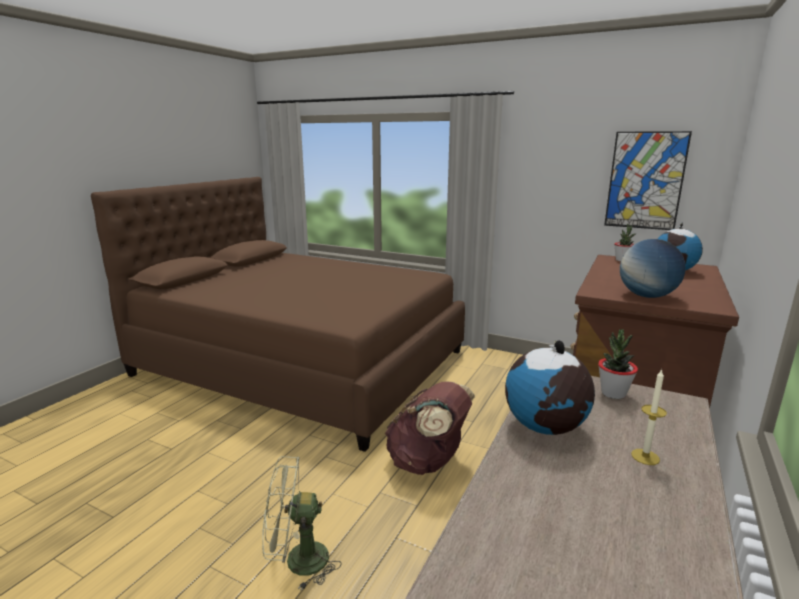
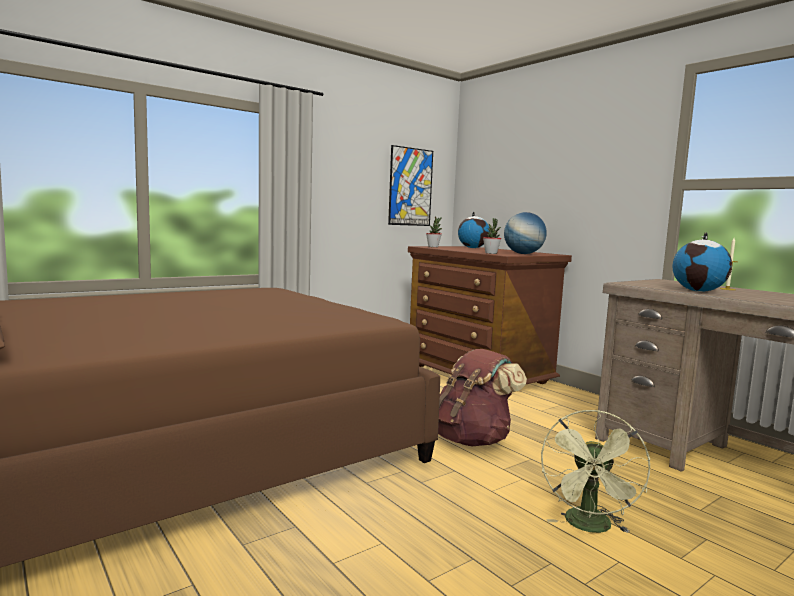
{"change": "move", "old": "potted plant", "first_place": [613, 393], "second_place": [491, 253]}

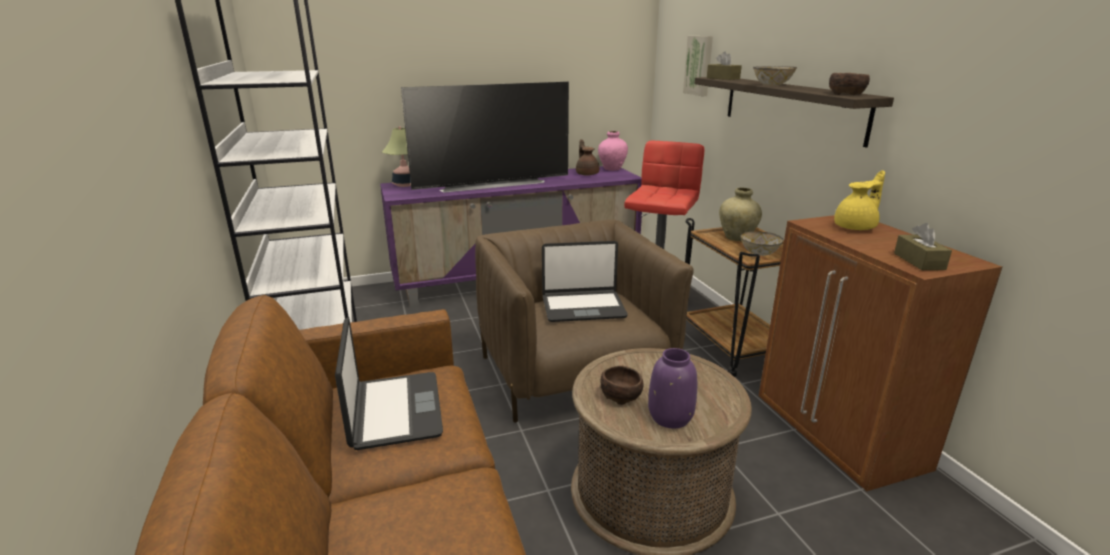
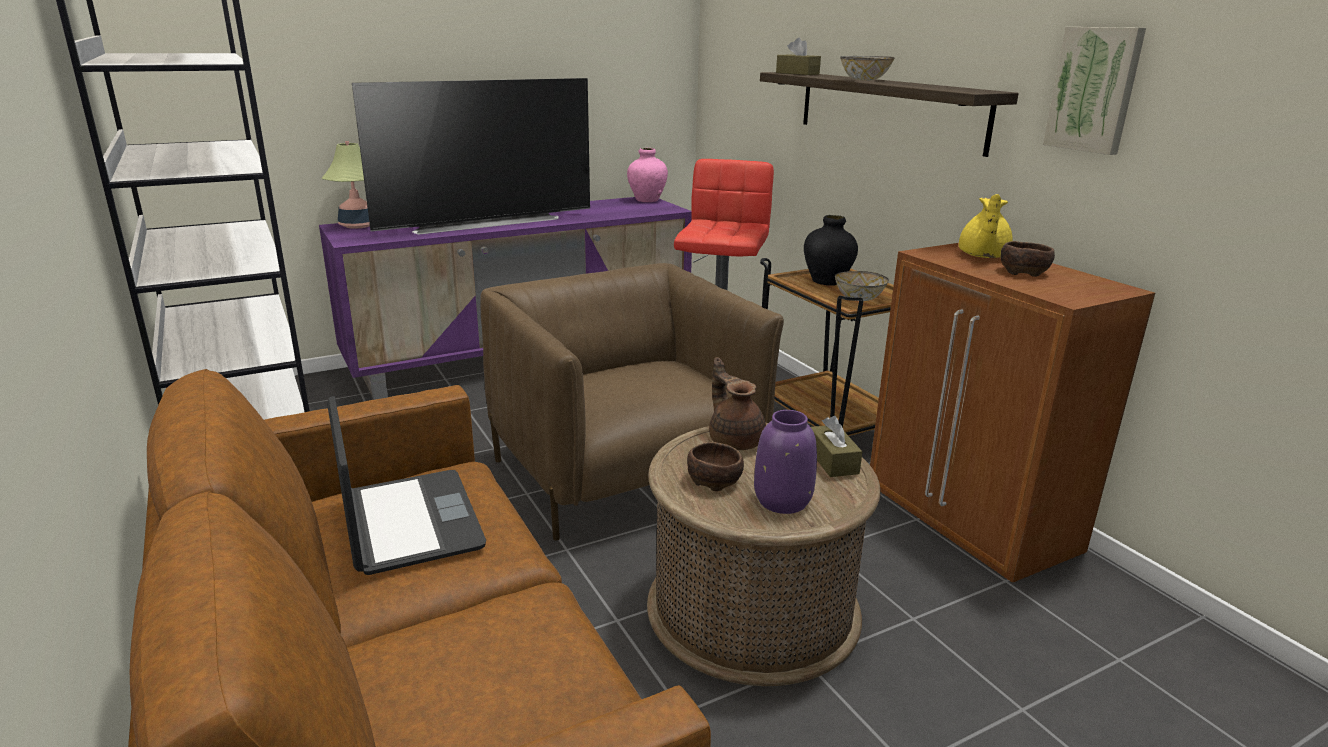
{"change": "move", "old": "picture", "first_place": [699, 65], "second_place": [1094, 89]}
{"change": "move", "old": "bowl (brown)", "first_place": [846, 94], "second_place": [1023, 271]}
{"change": "move", "old": "teapot (brown)", "first_place": [587, 174], "second_place": [735, 440]}
{"change": "rotate", "old": "teapot (yellow)", "first_place": [856, 227], "second_place": [982, 256], "degrees": 150}
{"change": "recolor", "old": "vase (beige)", "new": "vase (black)", "first_place": [737, 238], "second_place": [827, 282]}
{"change": "move", "old": "tissue box (brown)", "first_place": [919, 261], "second_place": [832, 461]}
{"change": "delete", "old": "laptop", "first_place": [583, 307]}

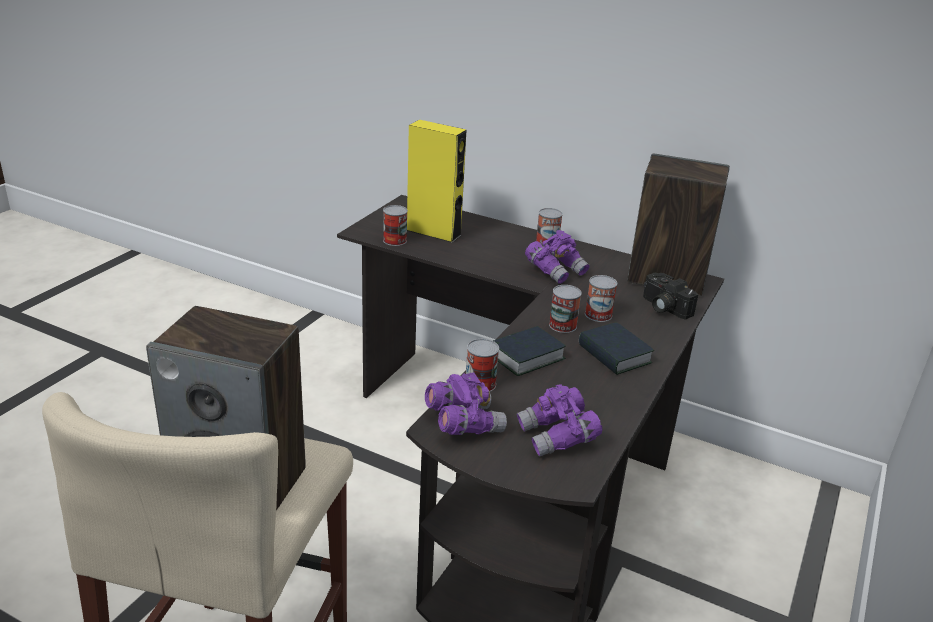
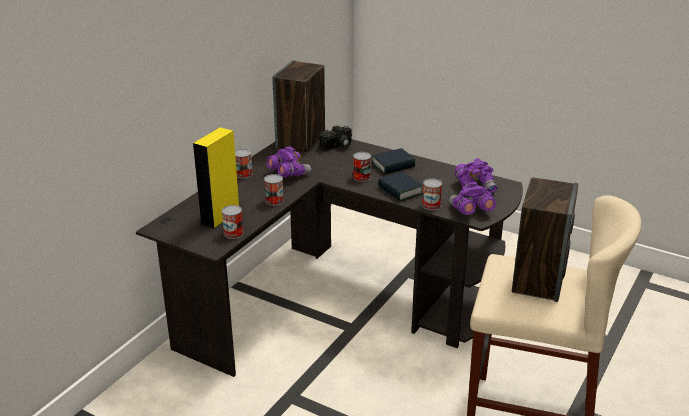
{"change": "move", "old": "can", "first_place": [598, 315], "second_place": [274, 201]}

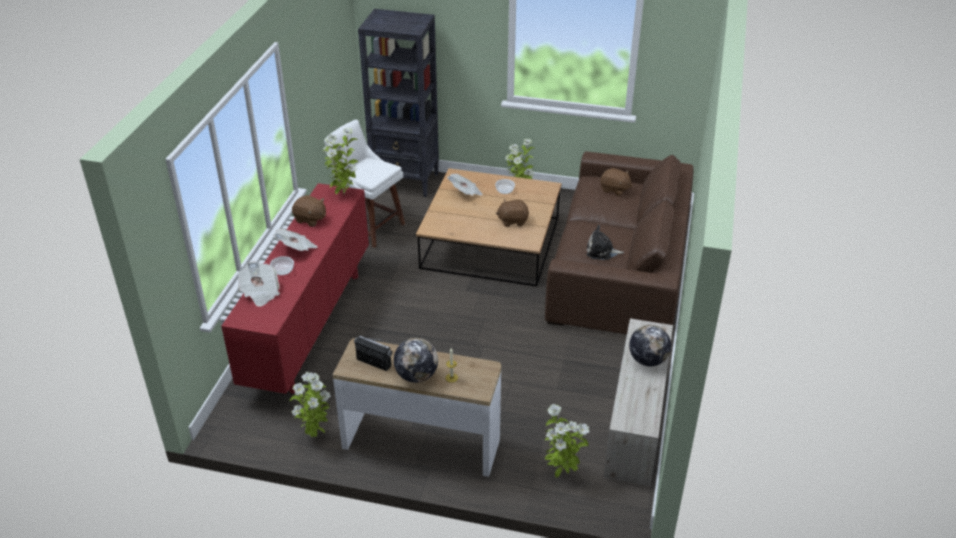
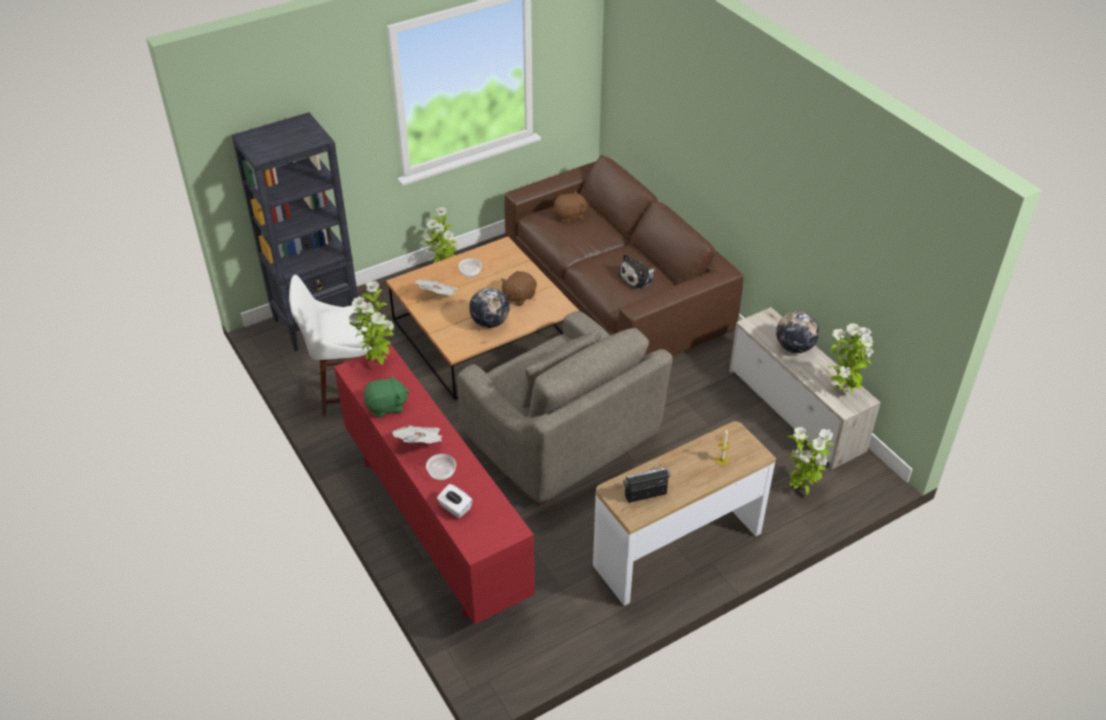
{"change": "recolor", "old": "plush toy (brown)", "new": "plush toy (green)", "first_place": [310, 219], "second_place": [387, 406]}
{"change": "replace", "old": "newspaper", "new": "tissue box (white)", "first_place": [260, 292], "second_place": [455, 508]}
{"change": "move", "old": "globe", "first_place": [416, 376], "second_place": [490, 322]}
{"change": "move", "old": "potted plant", "first_place": [315, 434], "second_place": [842, 392]}
{"change": "insert", "new": "armchair (grey)", "second_place": [562, 438]}

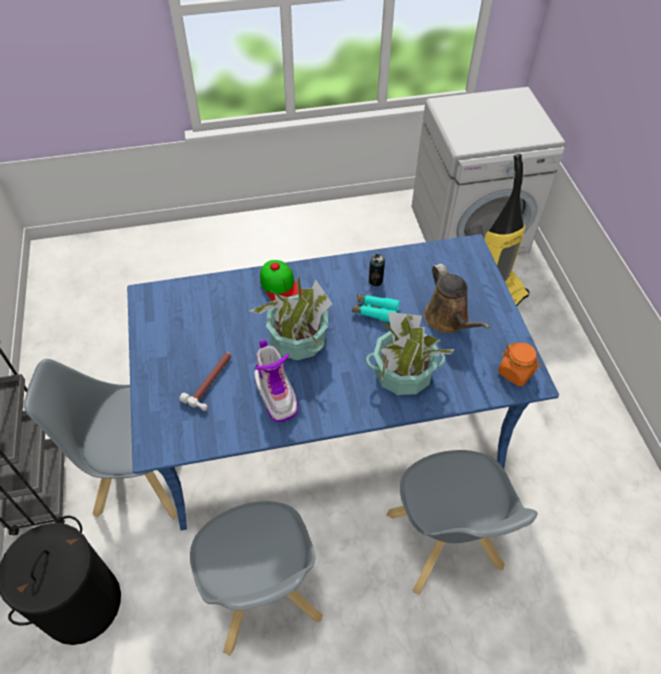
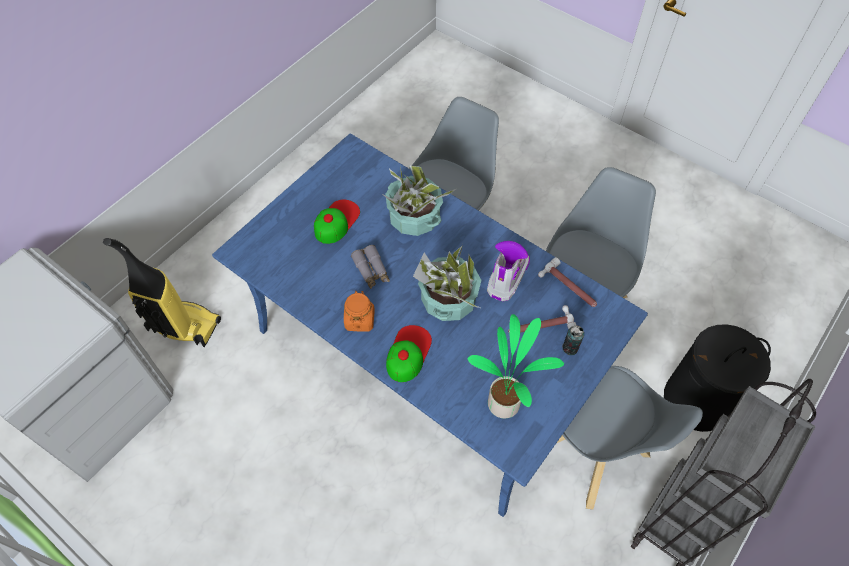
{"change": "move", "old": "can", "first_place": [375, 281], "second_place": [570, 348]}
{"change": "replace", "old": "watering can (brown)", "new": "cap", "first_place": [448, 319], "second_place": [336, 221]}
{"change": "recolor", "old": "binoculars (turquoise)", "new": "binoculars (grey)", "first_place": [375, 311], "second_place": [371, 270]}
{"change": "move", "old": "jar (orange)", "first_place": [516, 372], "second_place": [359, 319]}
{"change": "insert", "new": "hammer", "second_place": [569, 288]}
{"change": "insert", "new": "potted plant", "second_place": [505, 402]}

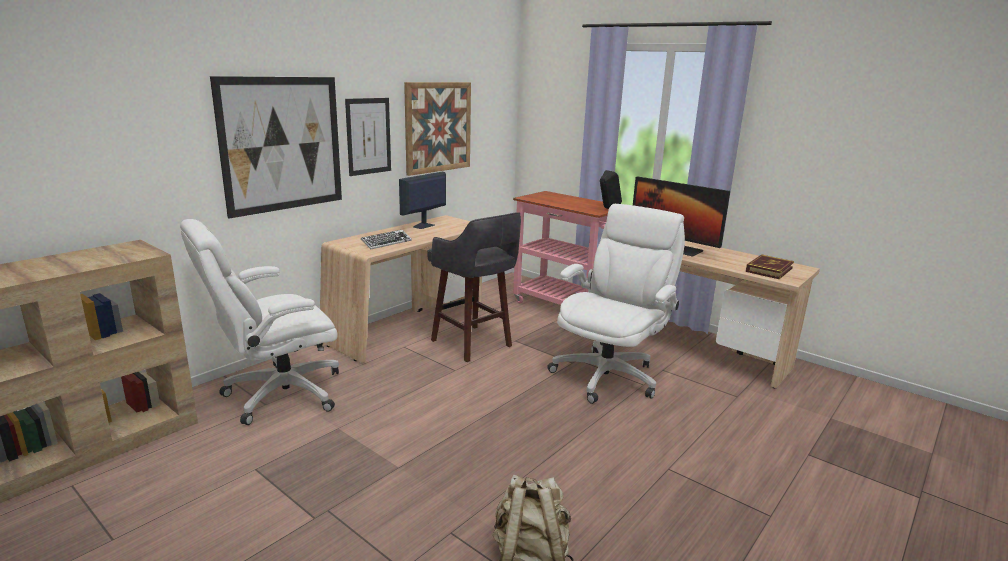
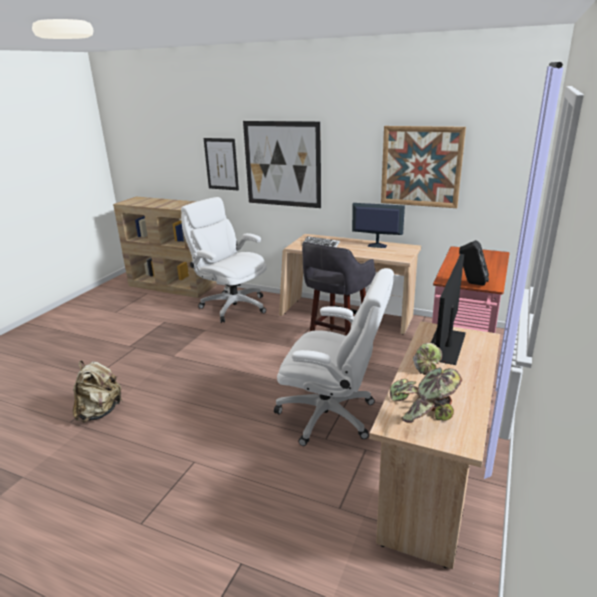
{"change": "move", "old": "picture", "first_place": [368, 136], "second_place": [221, 164]}
{"change": "replace", "old": "book", "new": "potted plant", "first_place": [769, 270], "second_place": [422, 412]}

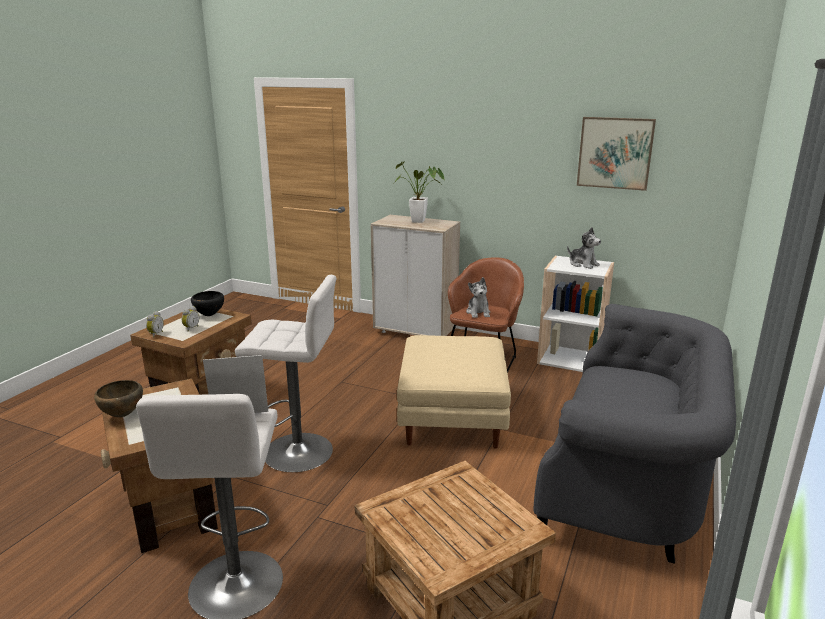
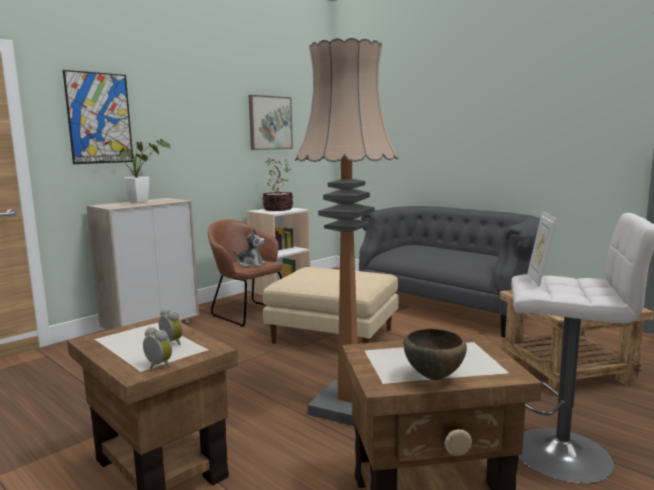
{"change": "replace", "old": "plush toy", "new": "potted plant", "first_place": [583, 264], "second_place": [277, 209]}
{"change": "replace", "old": "stool (white)", "new": "floor lamp", "first_place": [299, 452], "second_place": [348, 407]}
{"change": "delete", "old": "bowl (black)", "first_place": [209, 315]}
{"change": "insert", "new": "picture", "second_place": [99, 118]}

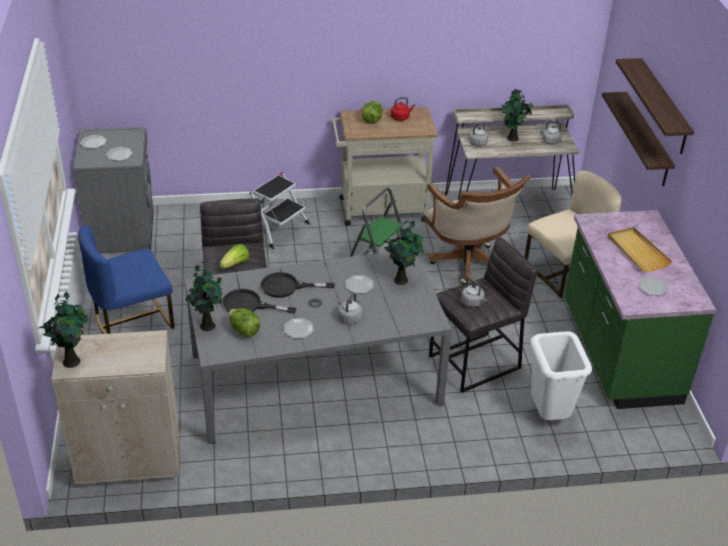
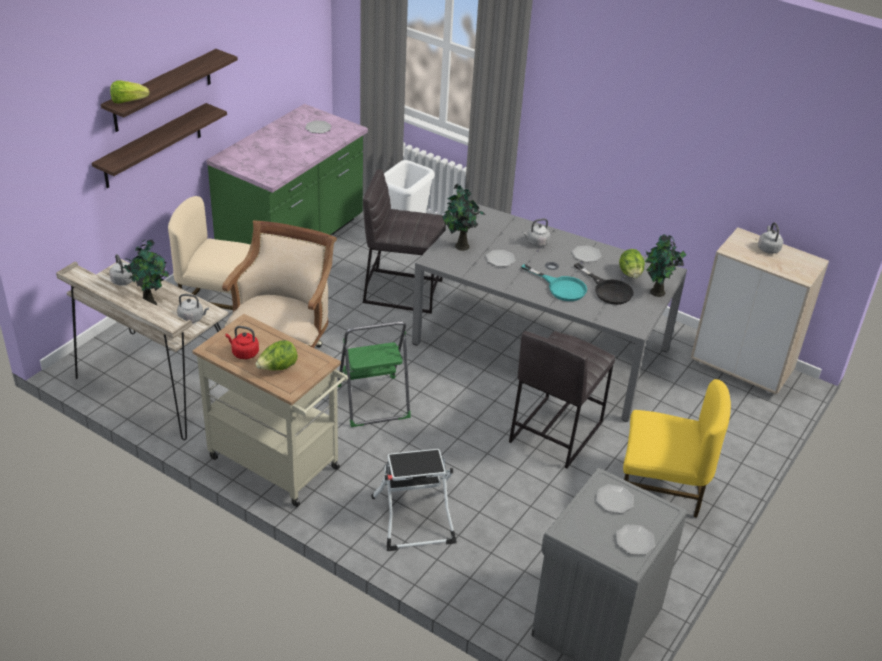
{"change": "recolor", "old": "chair (blue)", "new": "chair (yellow)", "first_place": [132, 318], "second_place": [660, 491]}
{"change": "delete", "old": "tray (beige)", "first_place": [637, 251]}
{"change": "move", "old": "lettuce", "first_place": [235, 264], "second_place": [128, 101]}
{"change": "recolor", "old": "frying pan (black)", "new": "frying pan (turquoise)", "first_place": [287, 287], "second_place": [561, 287]}
{"change": "move", "old": "kettle (grey)", "first_place": [473, 303], "second_place": [768, 248]}
{"change": "delete", "old": "potted plant", "first_place": [72, 360]}

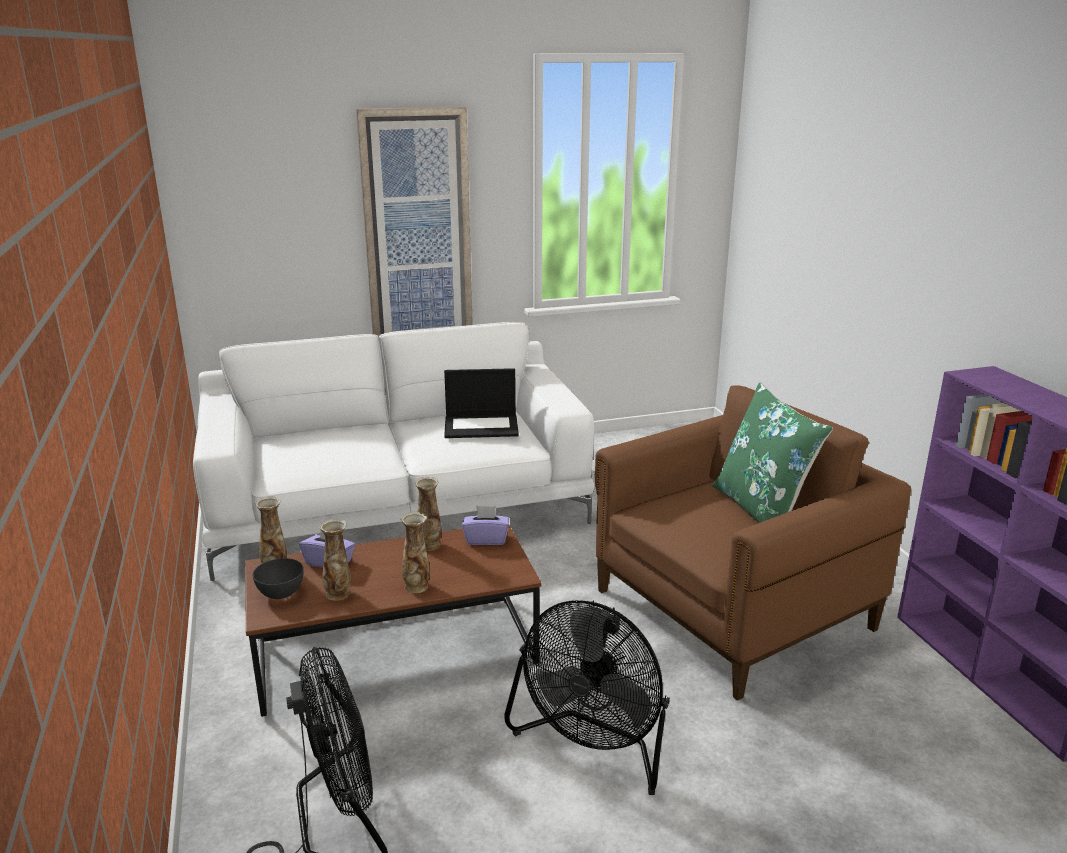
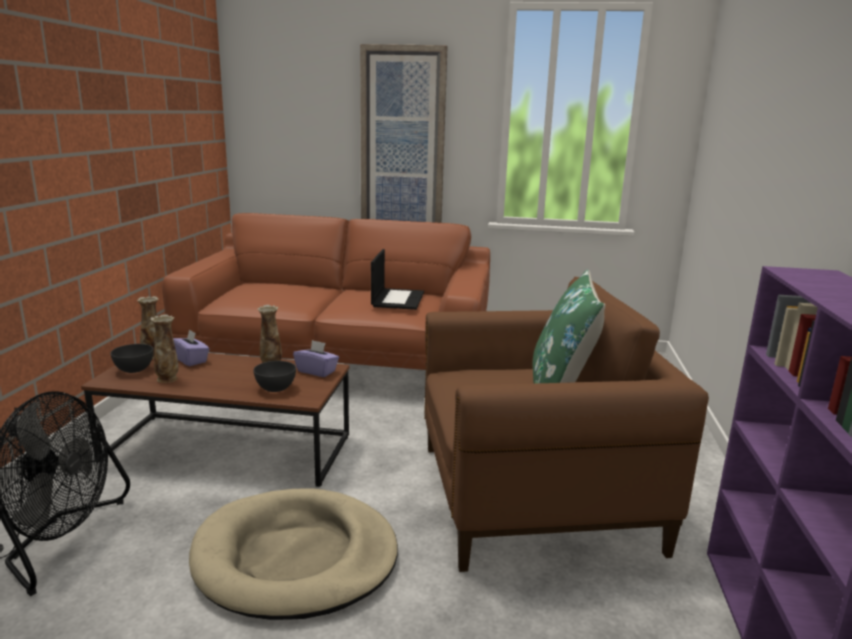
{"change": "recolor", "old": "sofa (white)", "new": "sofa (brown)", "first_place": [398, 510], "second_place": [338, 361]}
{"change": "rotate", "old": "laptop", "first_place": [482, 426], "second_place": [397, 299], "degrees": -105}
{"change": "delete", "old": "vase", "first_place": [417, 586]}
{"change": "replace", "old": "fan (black)", "new": "dog bed (beige)", "first_place": [590, 740], "second_place": [295, 558]}
{"change": "insert", "new": "bowl (grey)", "second_place": [276, 389]}

